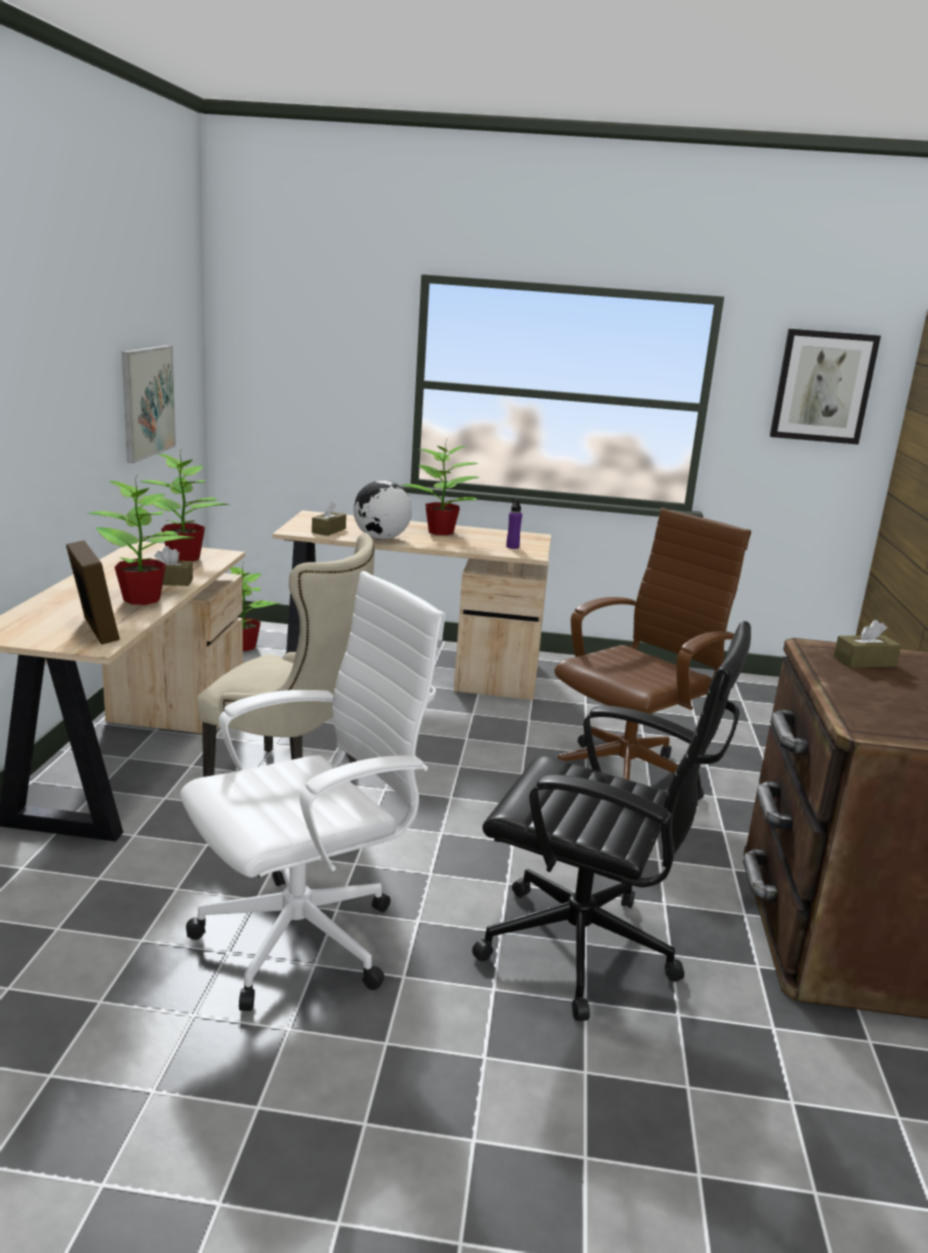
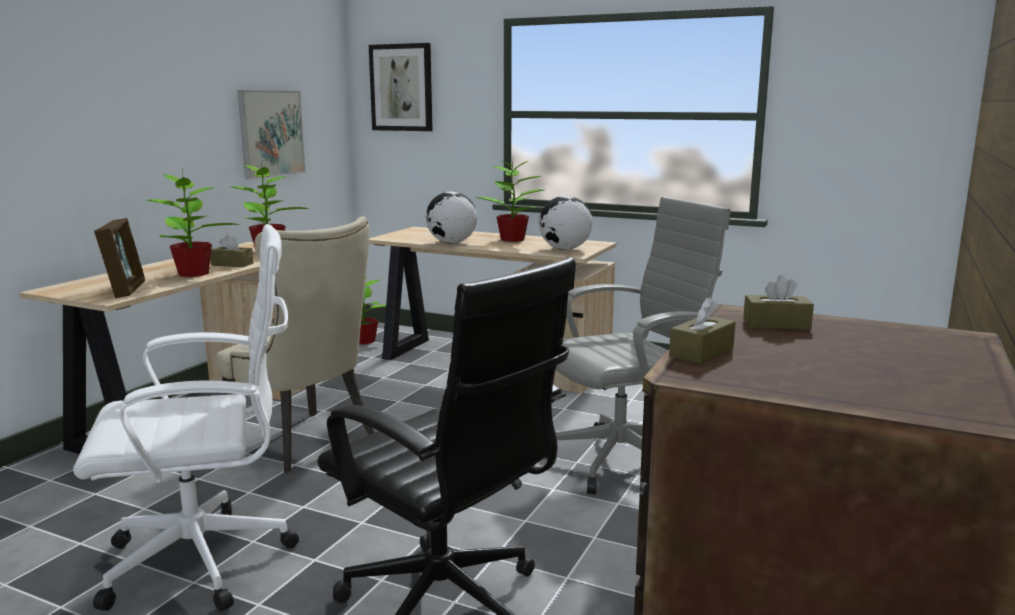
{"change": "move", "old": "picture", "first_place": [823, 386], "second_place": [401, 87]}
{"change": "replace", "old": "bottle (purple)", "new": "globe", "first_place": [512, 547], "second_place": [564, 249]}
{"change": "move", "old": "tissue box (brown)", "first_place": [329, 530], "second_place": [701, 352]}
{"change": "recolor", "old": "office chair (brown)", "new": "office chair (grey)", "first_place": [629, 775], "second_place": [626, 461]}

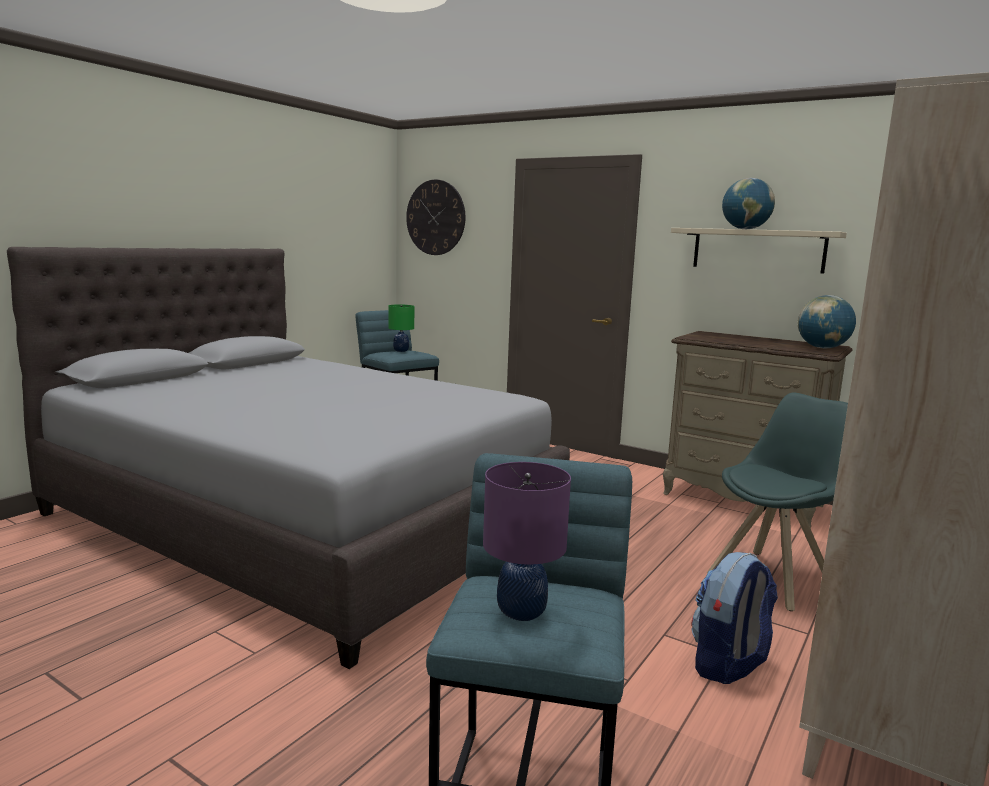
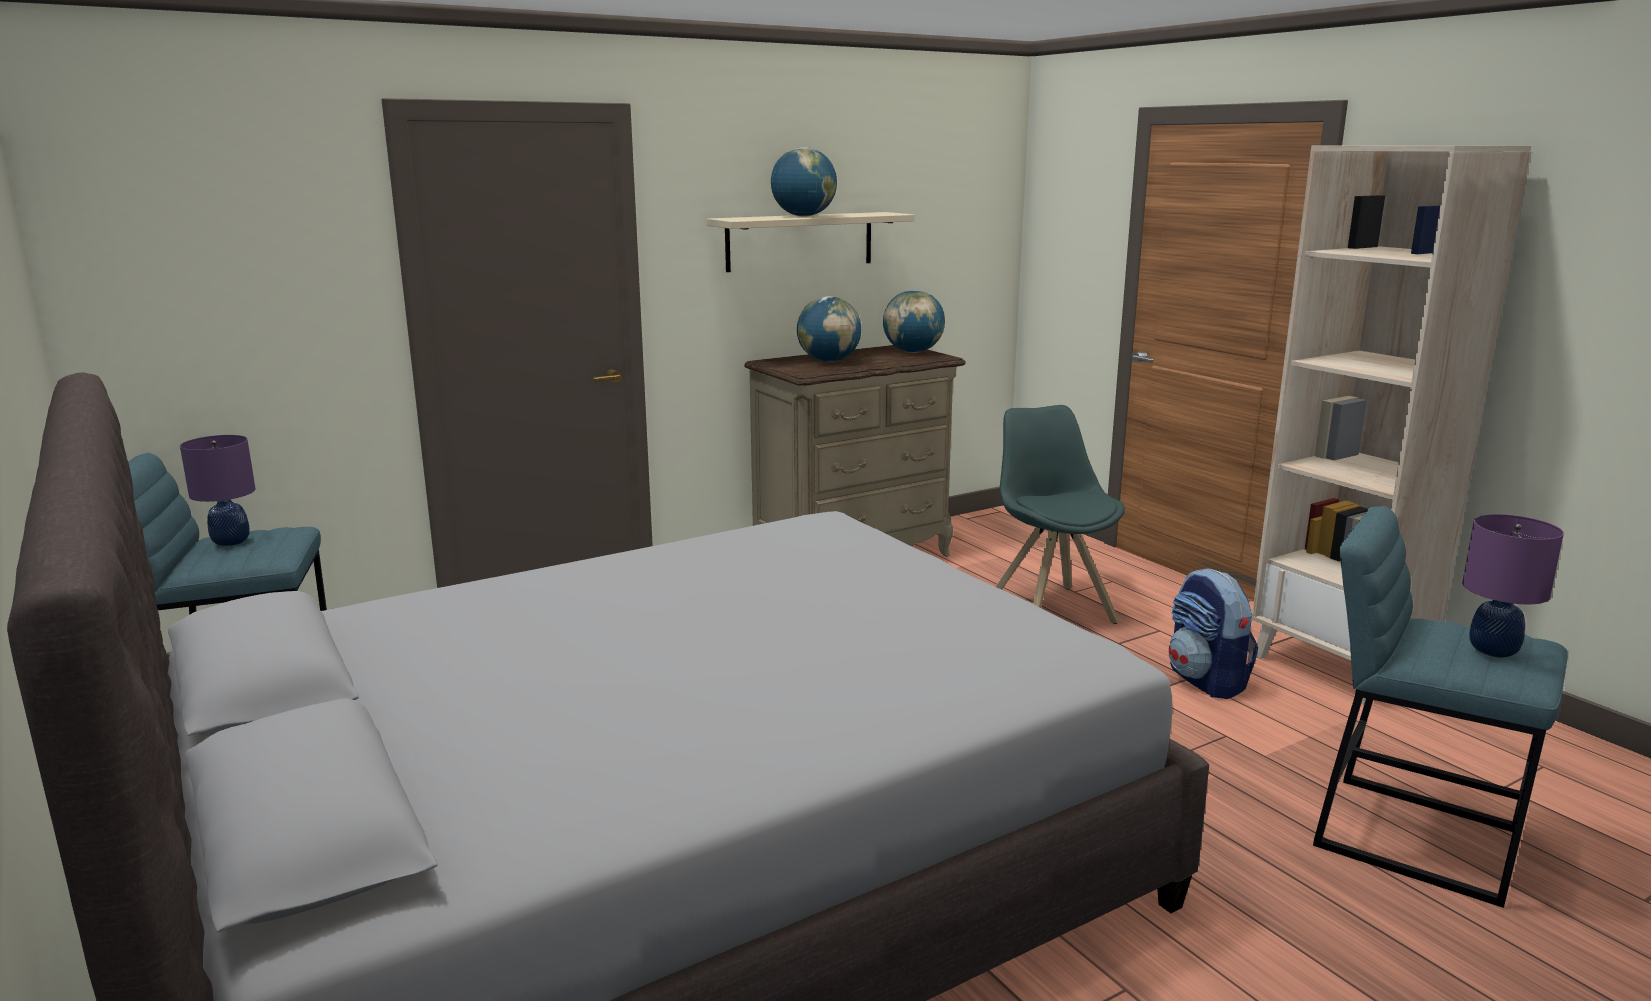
{"change": "delete", "old": "wall clock", "first_place": [435, 217]}
{"change": "recolor", "old": "table lamp (green)", "new": "table lamp (purple)", "first_place": [400, 351], "second_place": [232, 543]}
{"change": "insert", "new": "globe", "second_place": [829, 361]}

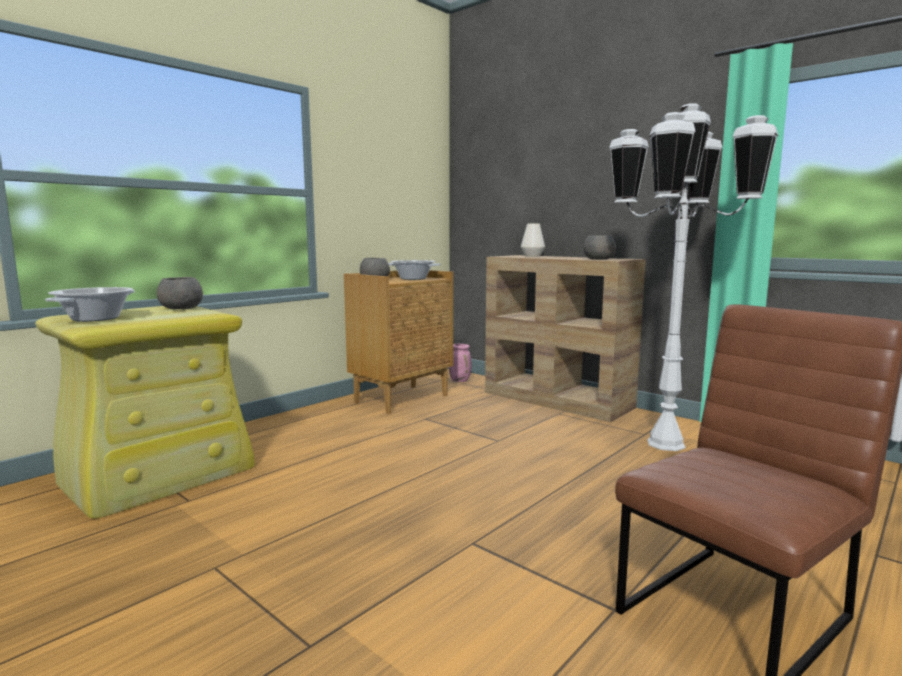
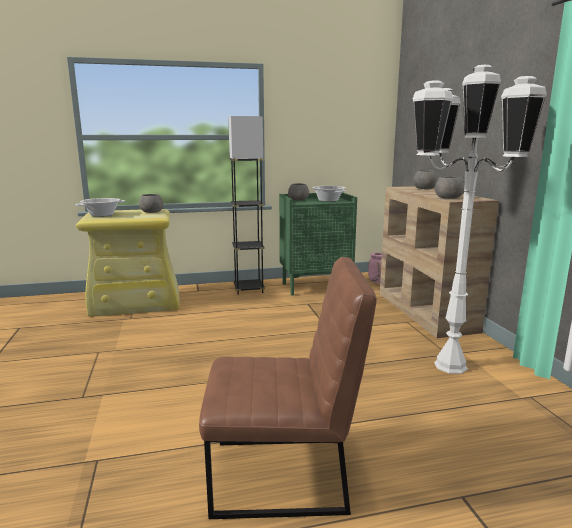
{"change": "replace", "old": "vase (white)", "new": "bowl (grey)", "first_place": [532, 256], "second_place": [424, 188]}
{"change": "recolor", "old": "cabinet (brown)", "new": "cabinet (green)", "first_place": [402, 399], "second_place": [316, 287]}
{"change": "insert", "new": "floor lamp (grey)", "second_place": [249, 289]}

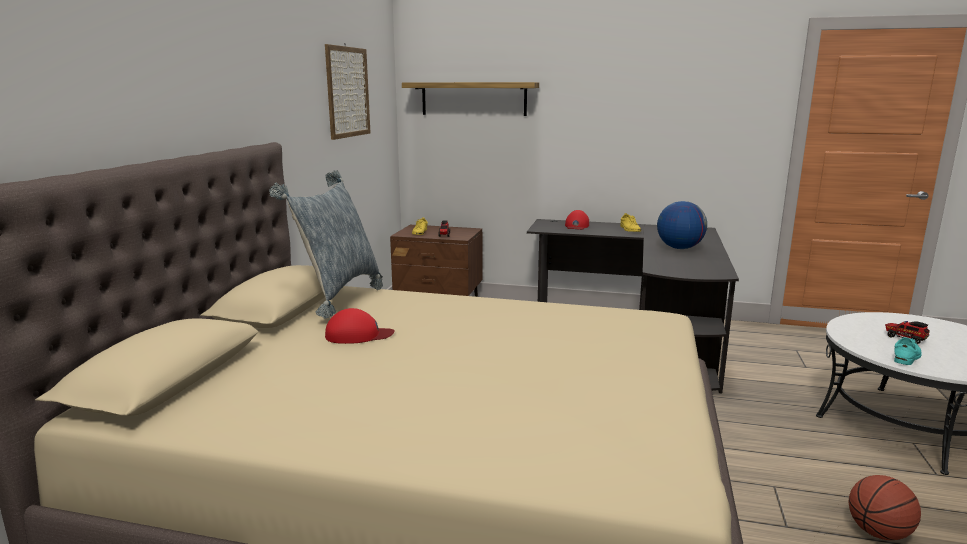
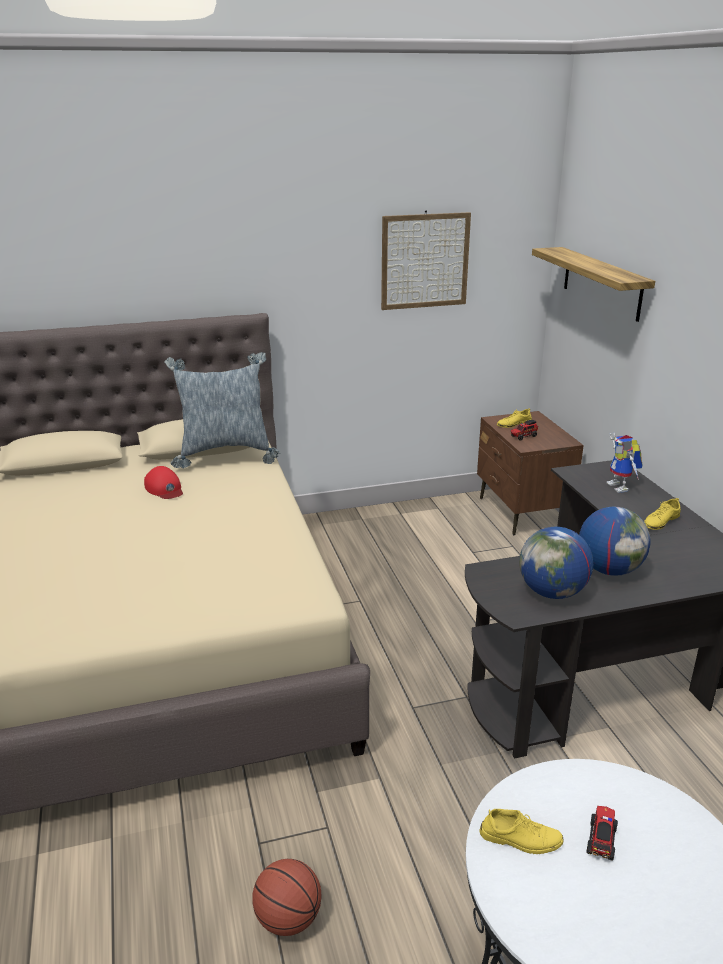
{"change": "replace", "old": "cap (red)", "new": "toy robot", "first_place": [576, 226], "second_place": [621, 487]}
{"change": "recolor", "old": "shoe (turquoise)", "new": "shoe (yellow)", "first_place": [906, 356], "second_place": [520, 839]}
{"change": "insert", "new": "globe", "second_place": [552, 592]}

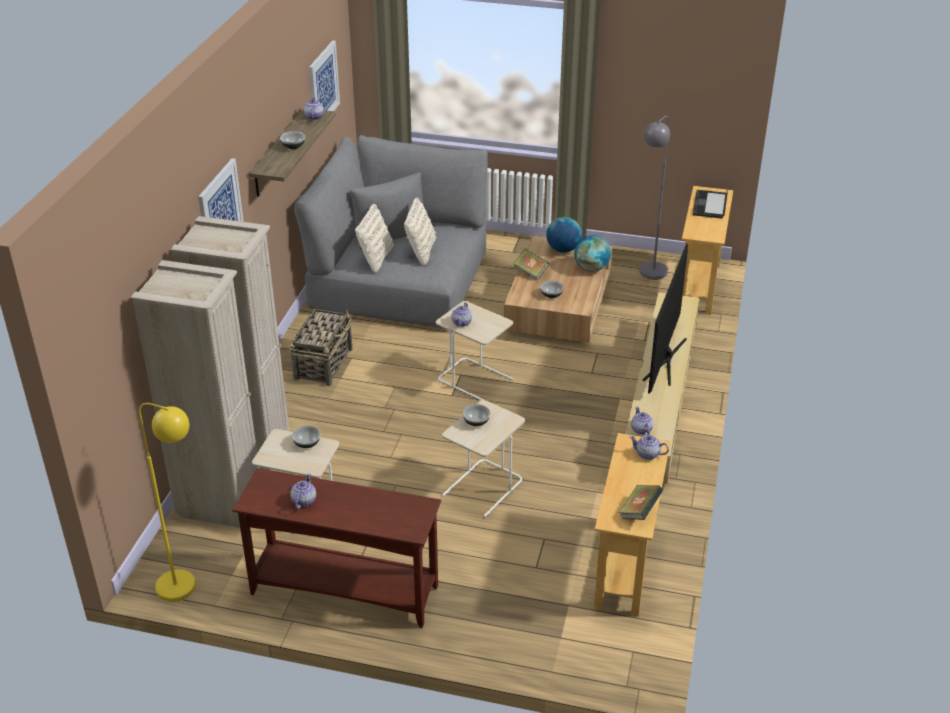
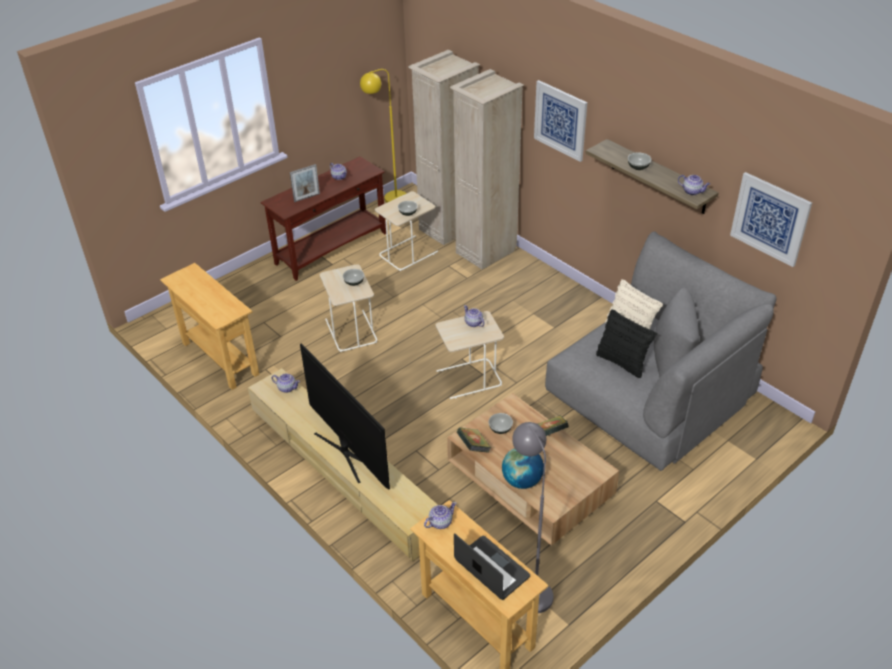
{"change": "recolor", "old": "pillow (beige)", "new": "pillow (black)", "first_place": [421, 252], "second_place": [622, 363]}
{"change": "delete", "old": "globe", "first_place": [563, 249]}
{"change": "delete", "old": "basket", "first_place": [324, 363]}
{"change": "move", "old": "teapot", "first_place": [648, 454], "second_place": [440, 522]}
{"change": "move", "old": "book", "first_place": [639, 512], "second_place": [473, 447]}
{"change": "insert", "new": "picture frame", "second_place": [307, 197]}

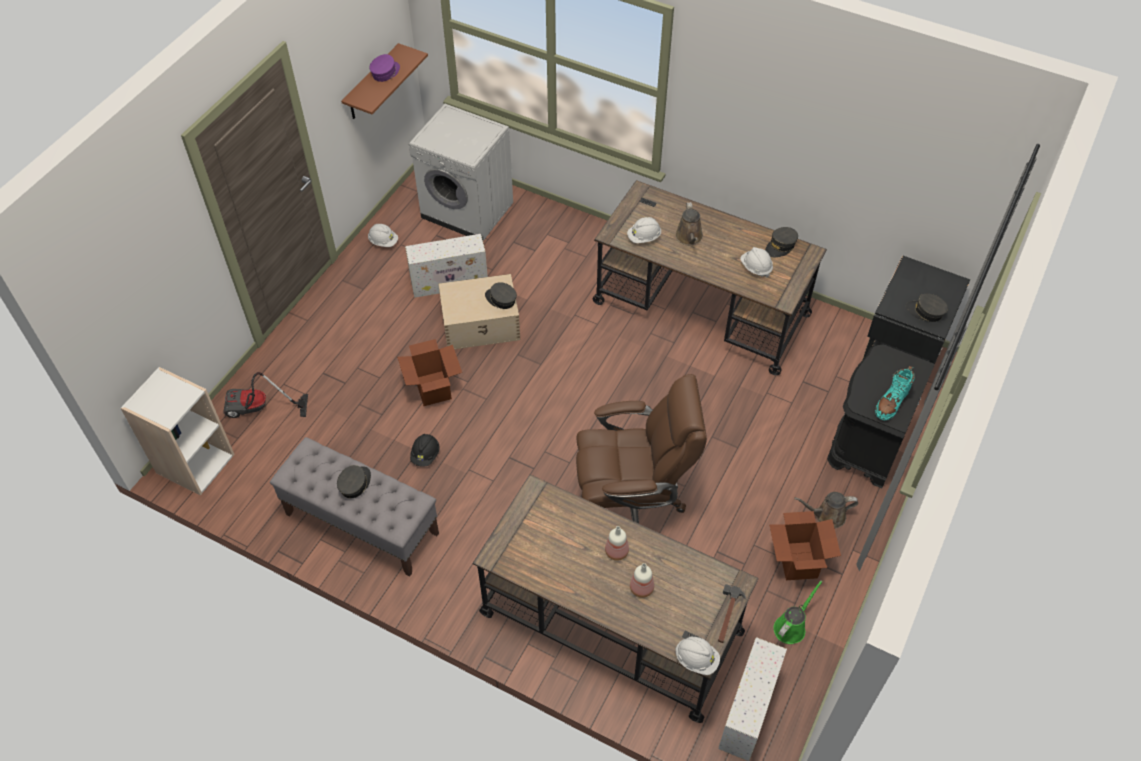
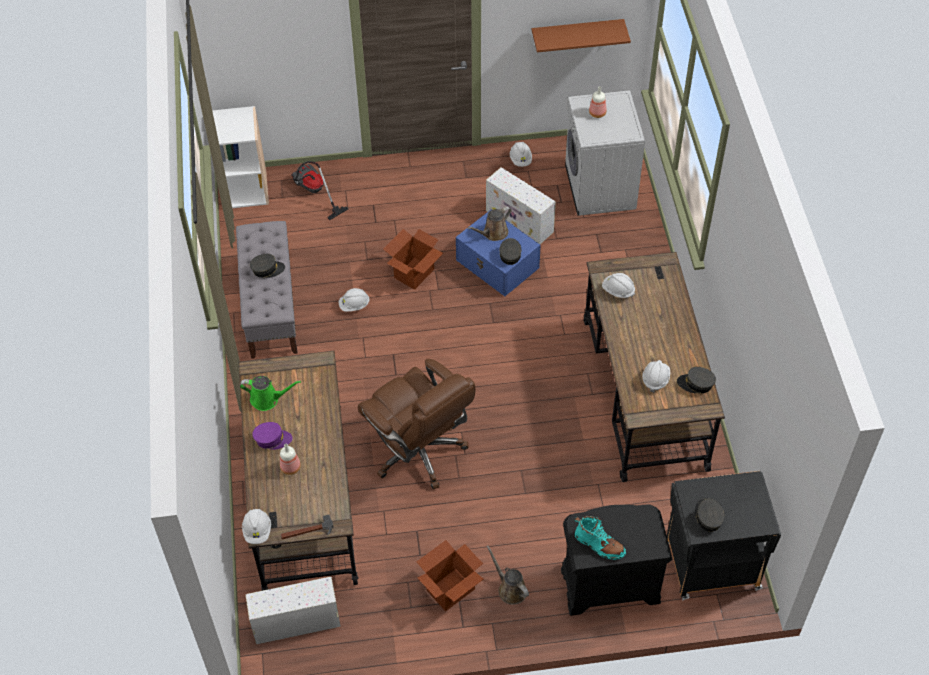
{"change": "move", "old": "cap (purple)", "first_place": [385, 72], "second_place": [272, 439]}
{"change": "move", "old": "watering can (brown)", "first_place": [689, 238], "second_place": [493, 233]}
{"change": "recolor", "old": "storage box (beige)", "new": "storage box (blue)", "first_place": [481, 324], "second_place": [498, 264]}
{"change": "rotate", "old": "boot (turquoise)", "first_place": [891, 402], "second_place": [599, 545], "degrees": -150}
{"change": "recolor", "old": "hard hat (black)", "new": "hard hat (white)", "first_place": [425, 455], "second_place": [354, 305]}
{"change": "move", "old": "bottle", "first_place": [617, 551], "second_place": [598, 113]}
{"change": "move", "old": "watering can (green)", "first_place": [791, 626], "second_place": [267, 399]}

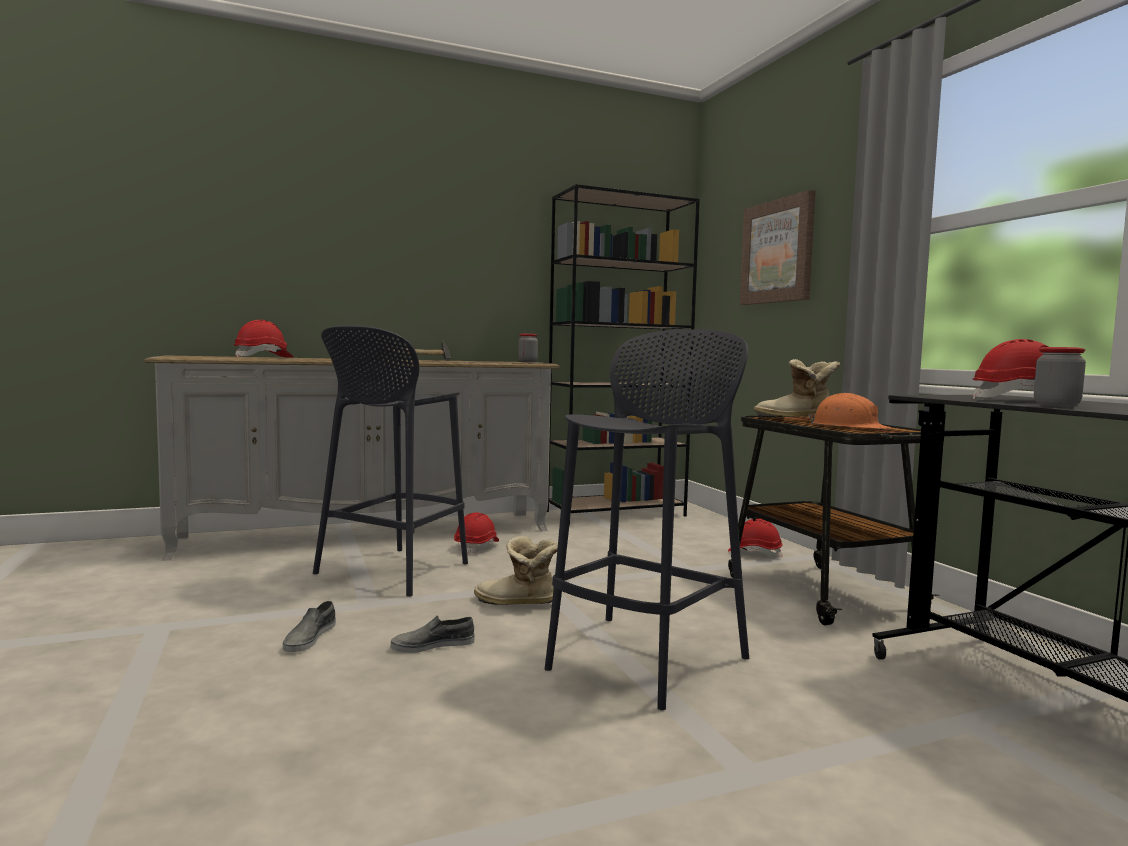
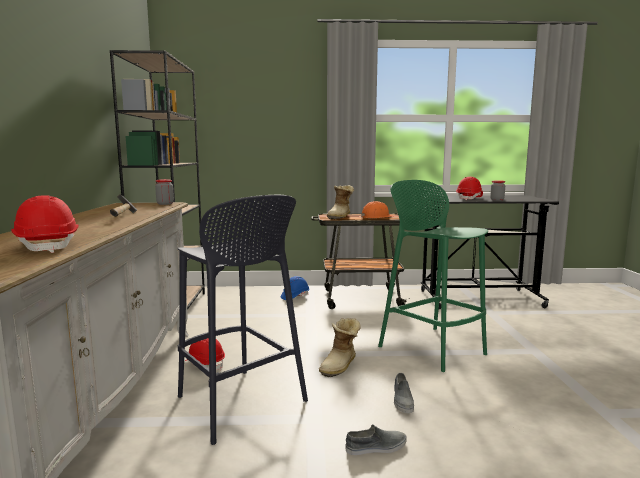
{"change": "delete", "old": "picture", "first_place": [777, 252]}
{"change": "recolor", "old": "stool (grey)", "new": "stool (green)", "first_place": [643, 659], "second_place": [432, 348]}
{"change": "recolor", "old": "hard hat (red)", "new": "hard hat (blue)", "first_place": [754, 553], "second_place": [295, 296]}
{"change": "rotate", "old": "shoe (grey)", "first_place": [309, 638], "second_place": [376, 447], "degrees": -45}

